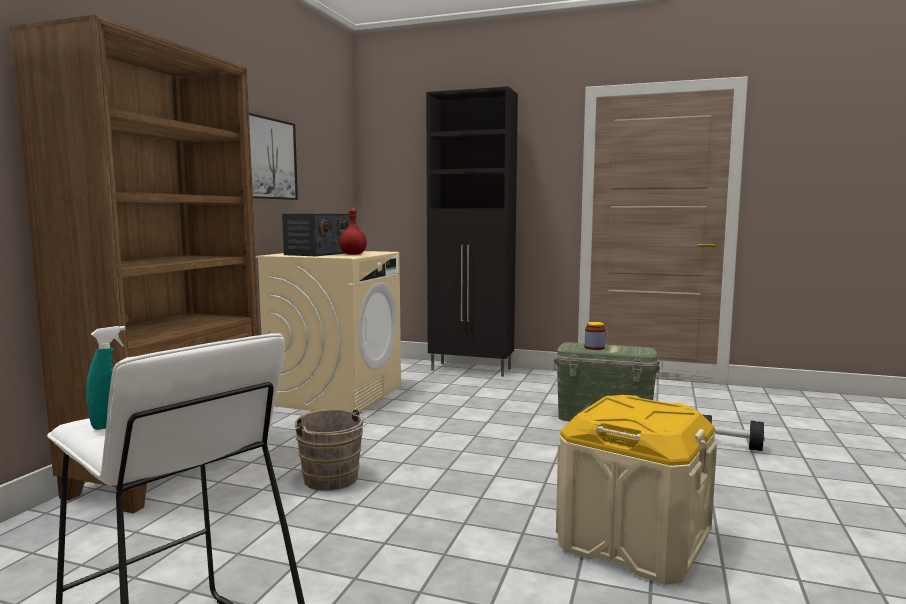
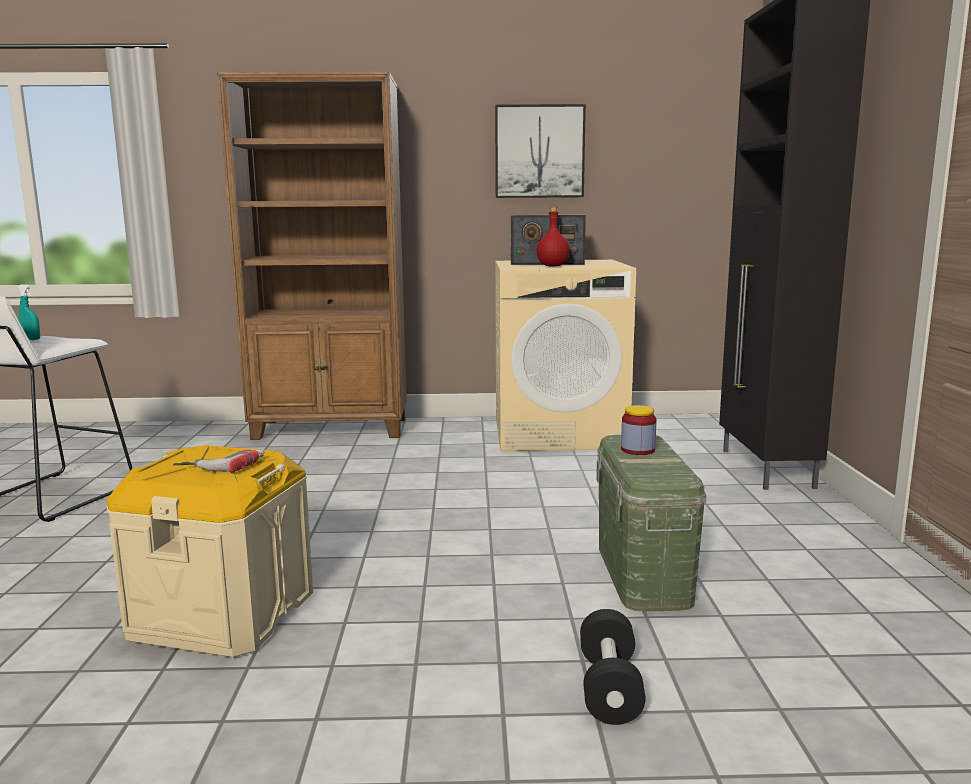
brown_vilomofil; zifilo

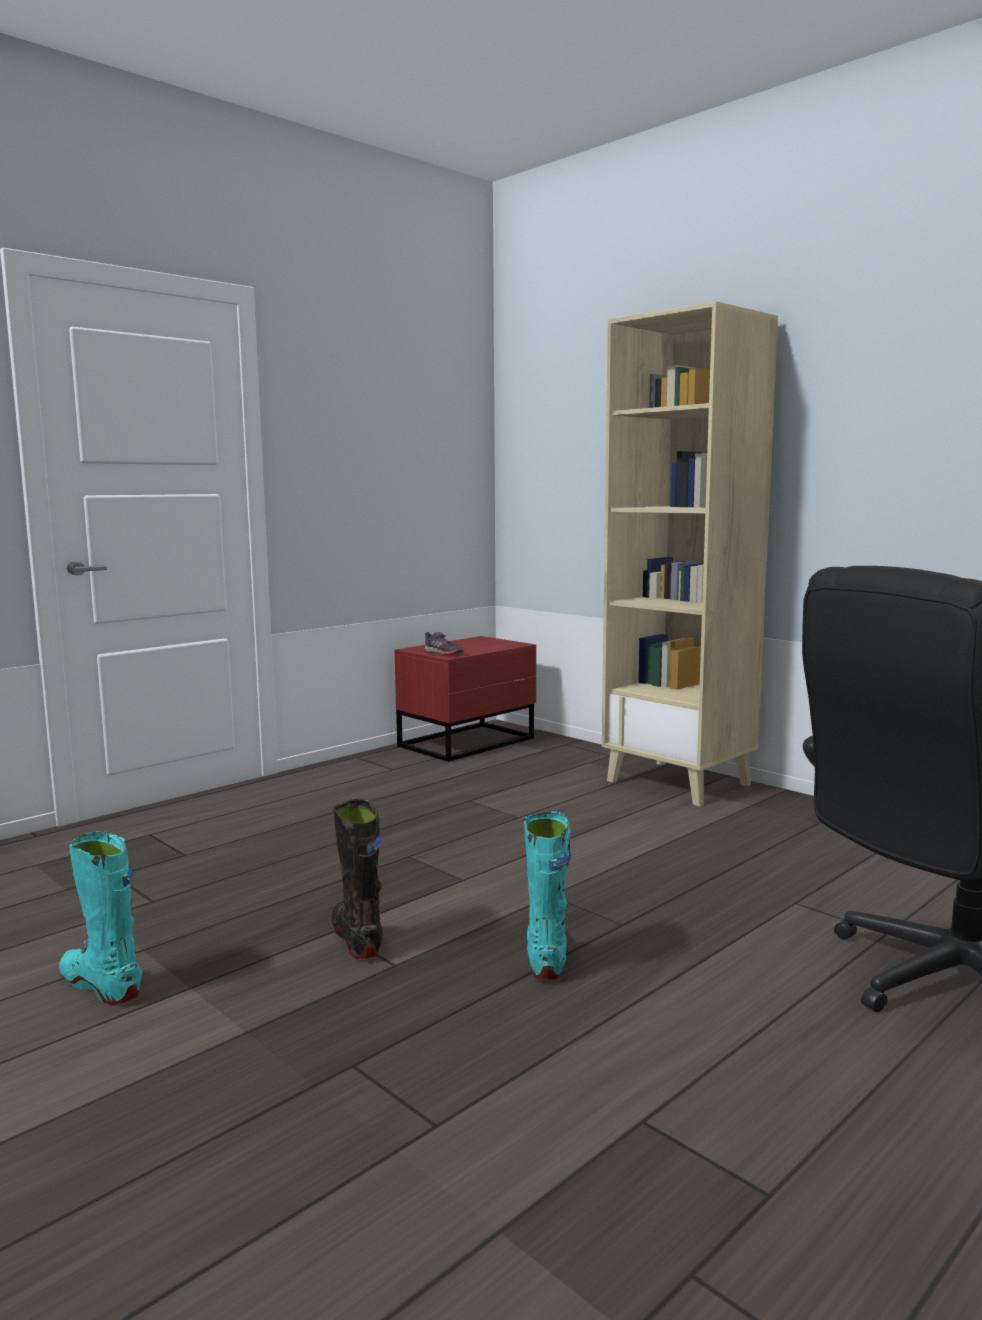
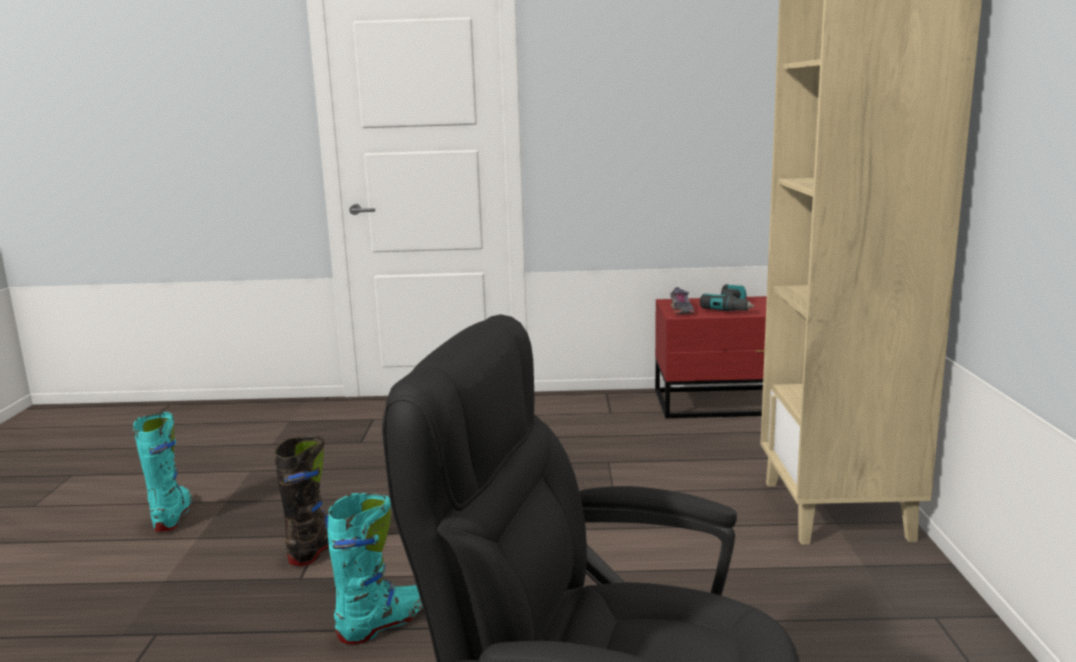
zifilo

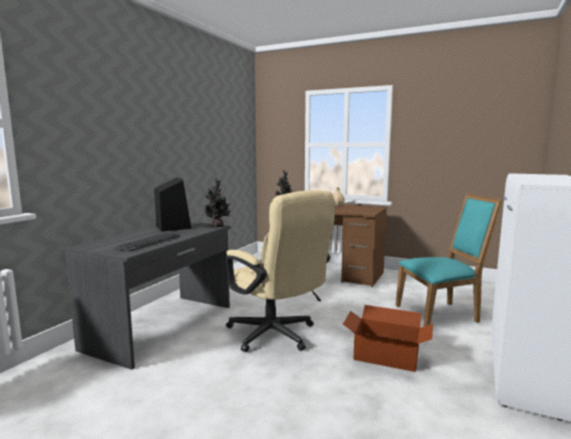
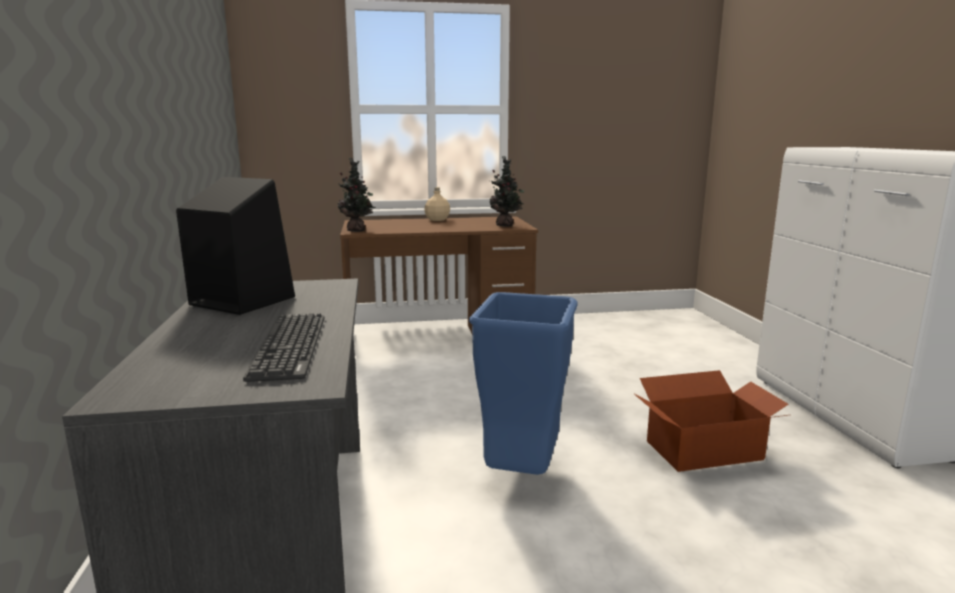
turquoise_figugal; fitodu (no. 2 from left); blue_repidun

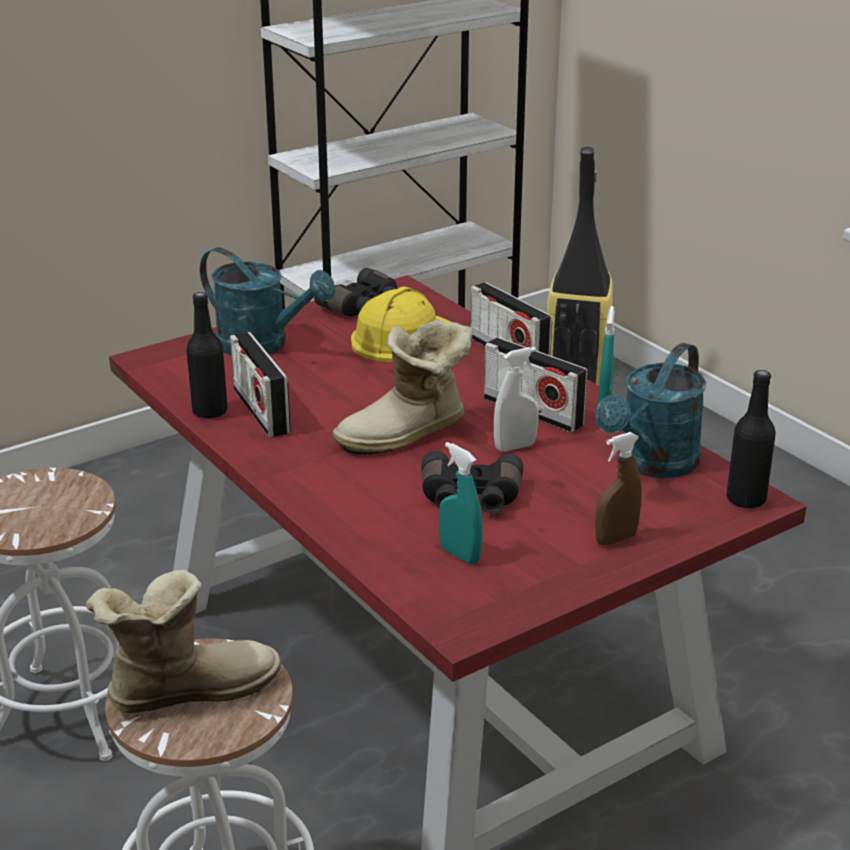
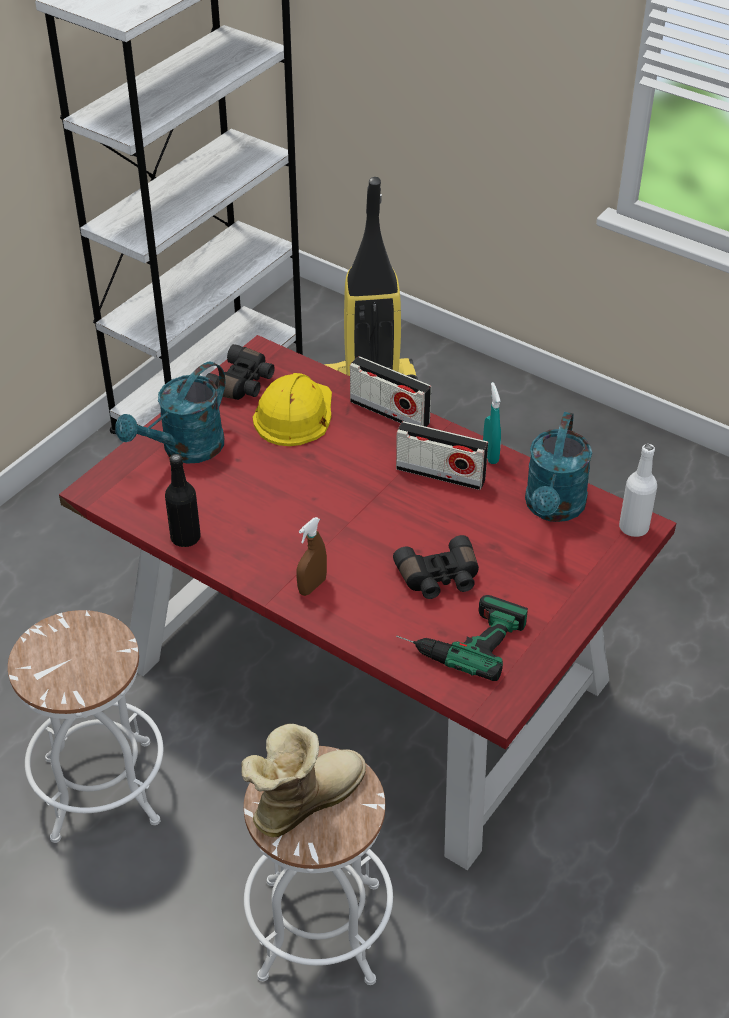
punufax (no. 1 from left in the first image); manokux (no. 2 from left in the first image); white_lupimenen; brown_lupimenen; zifilo; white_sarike; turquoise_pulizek (no. 1 from left)

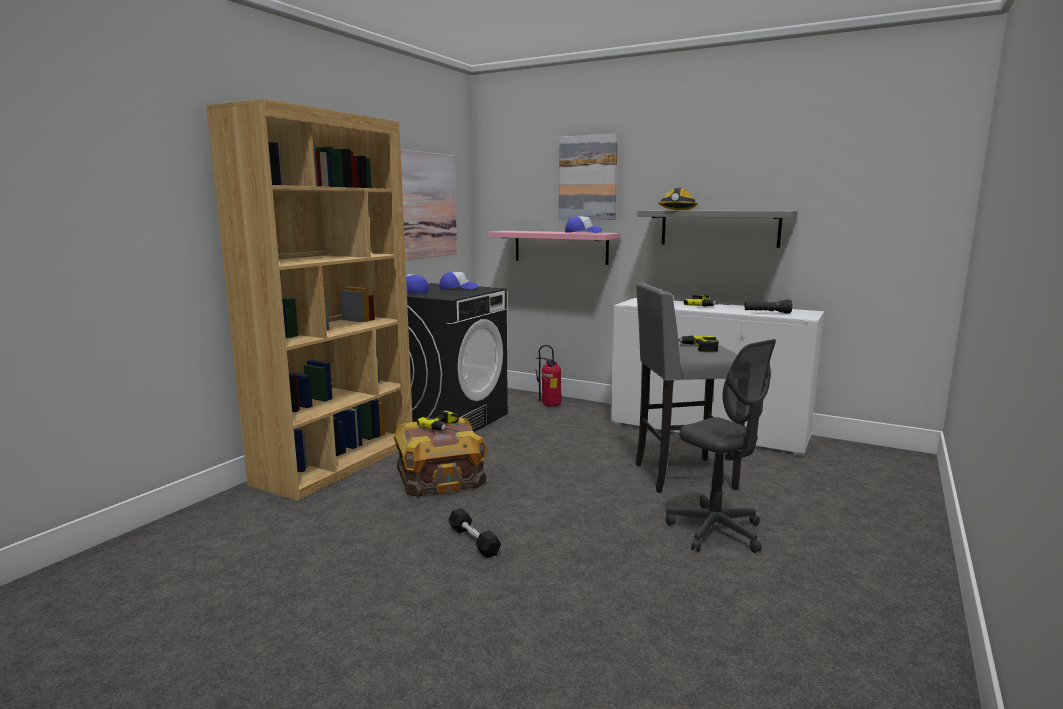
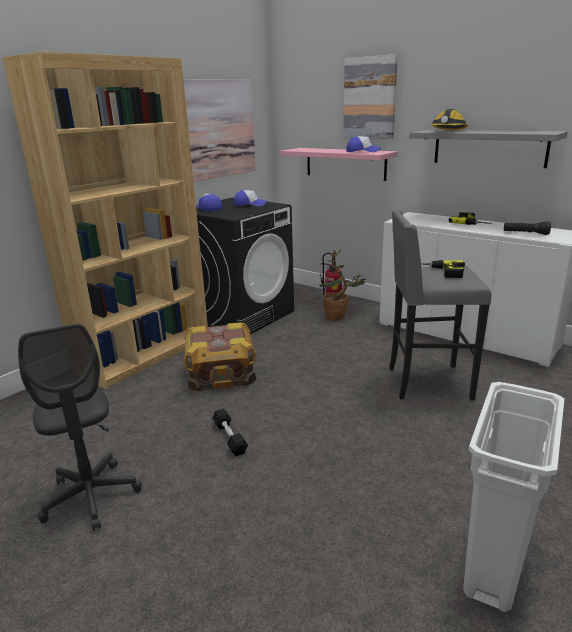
zifilo (no. 1 from left in the first image); fitodu; white_repidun; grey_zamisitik

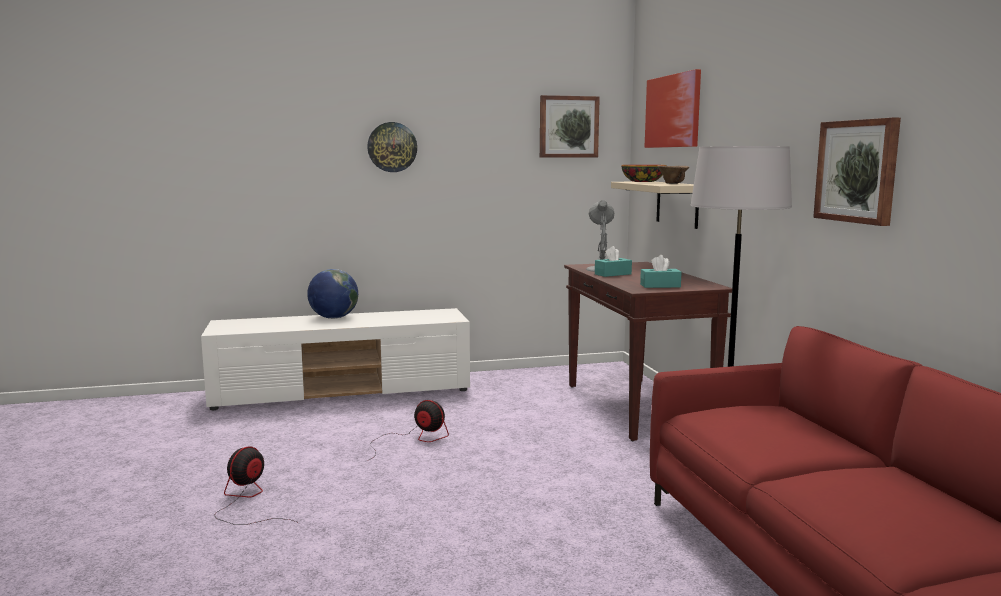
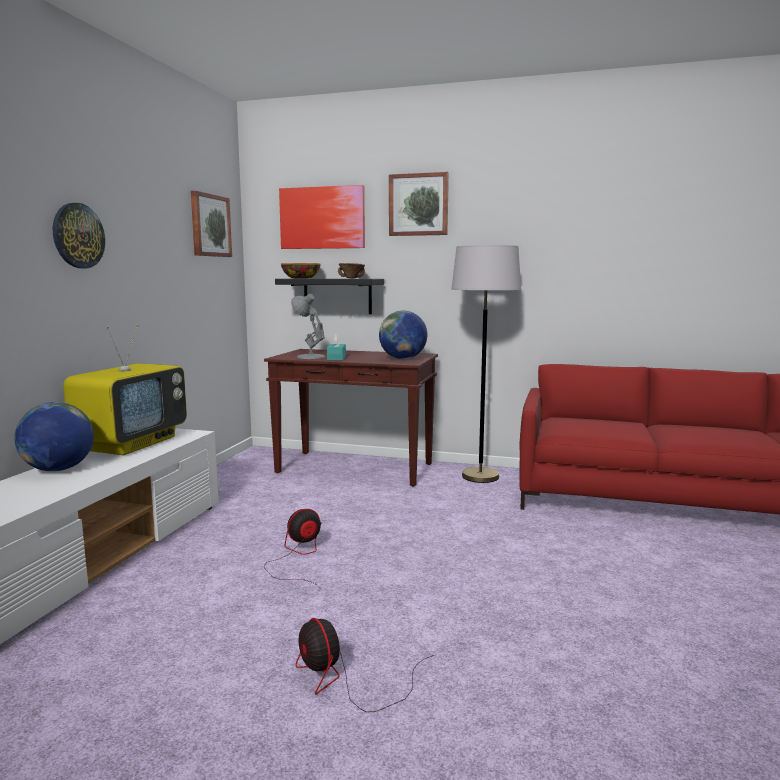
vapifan; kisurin (no. 3 from left); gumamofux (no. 2 from left); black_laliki

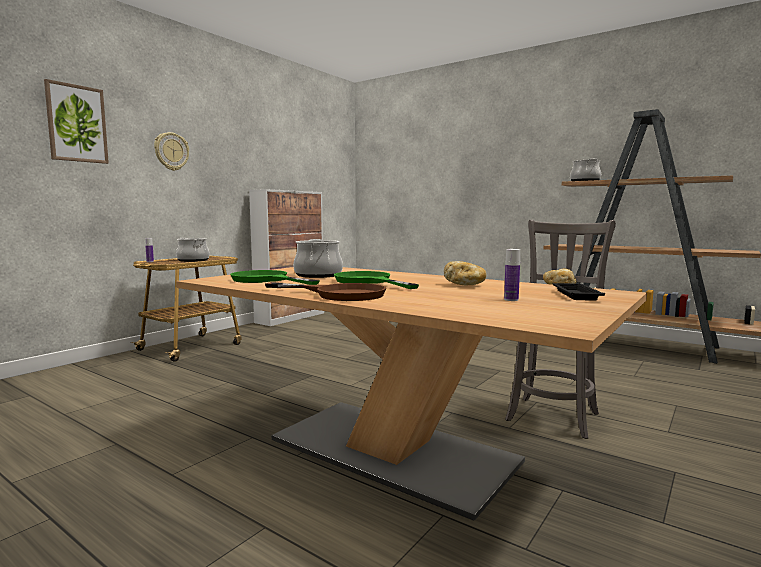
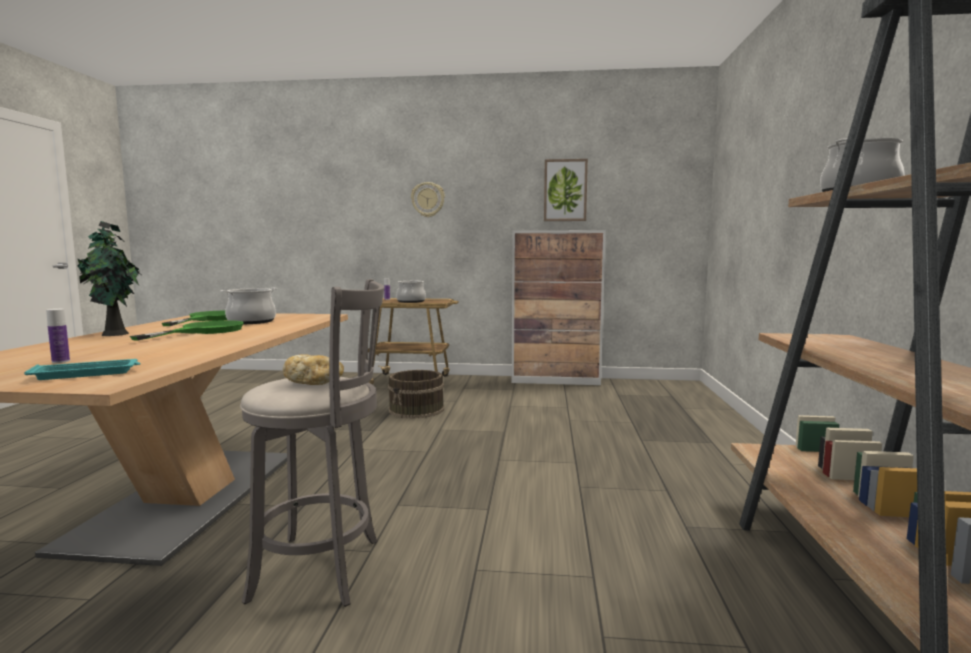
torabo (no. 1 from left in the first image); brown_vilomofil; kisurin; fitodu; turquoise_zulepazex

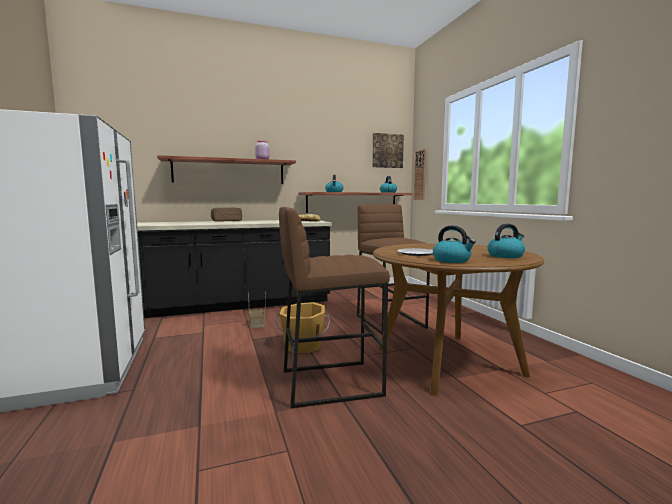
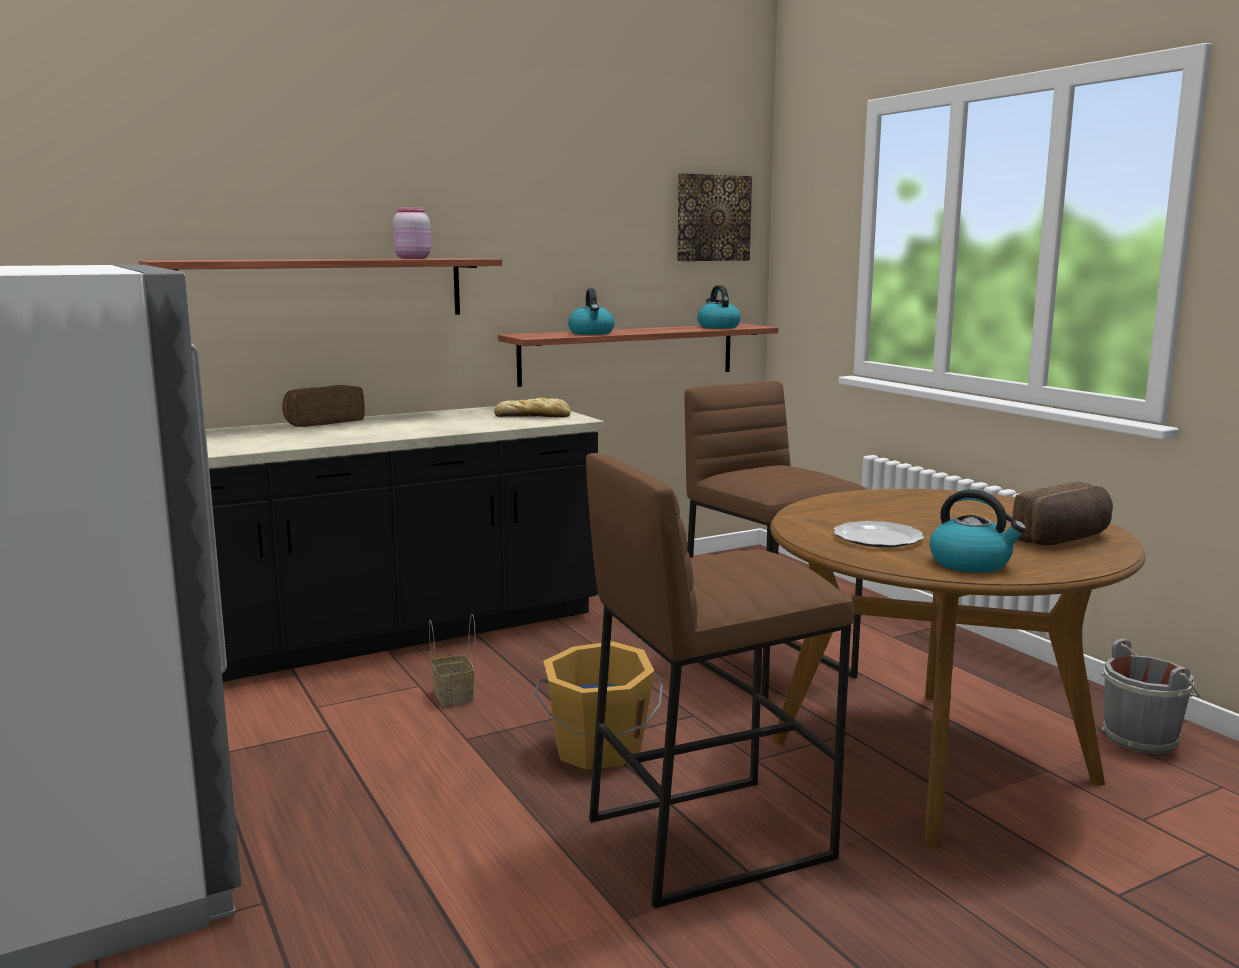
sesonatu; grey_vilomofil; torabo (no. 3 from left)

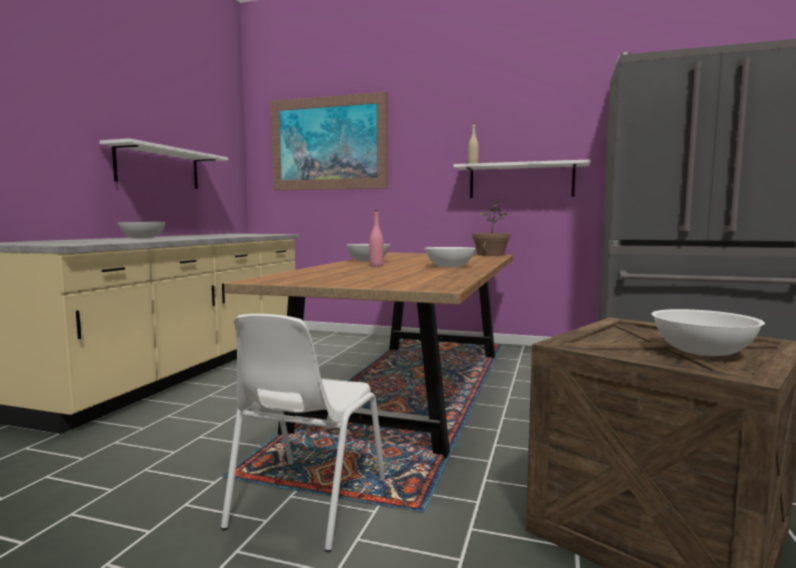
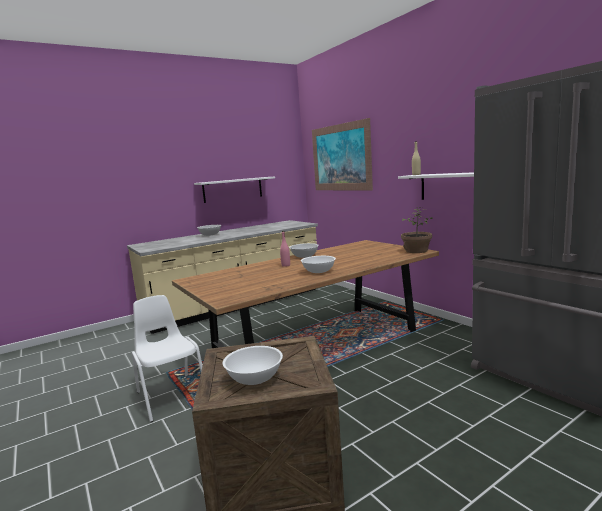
white_figugal

